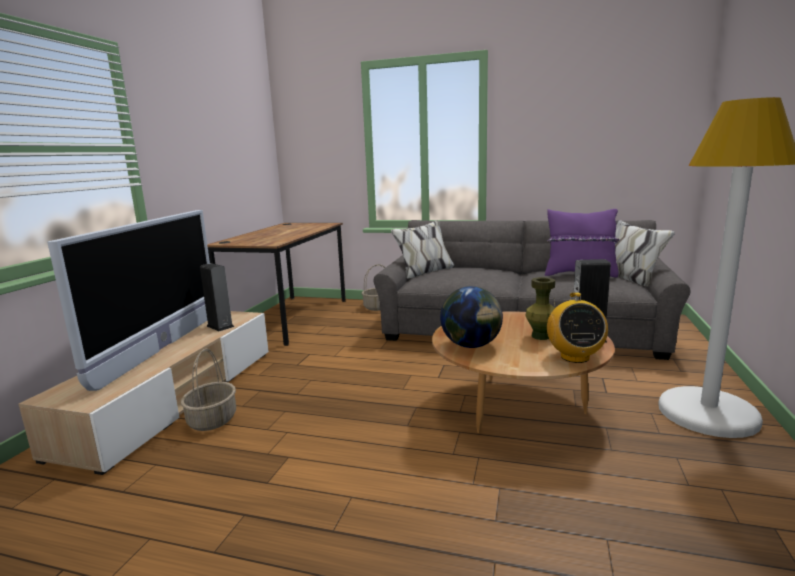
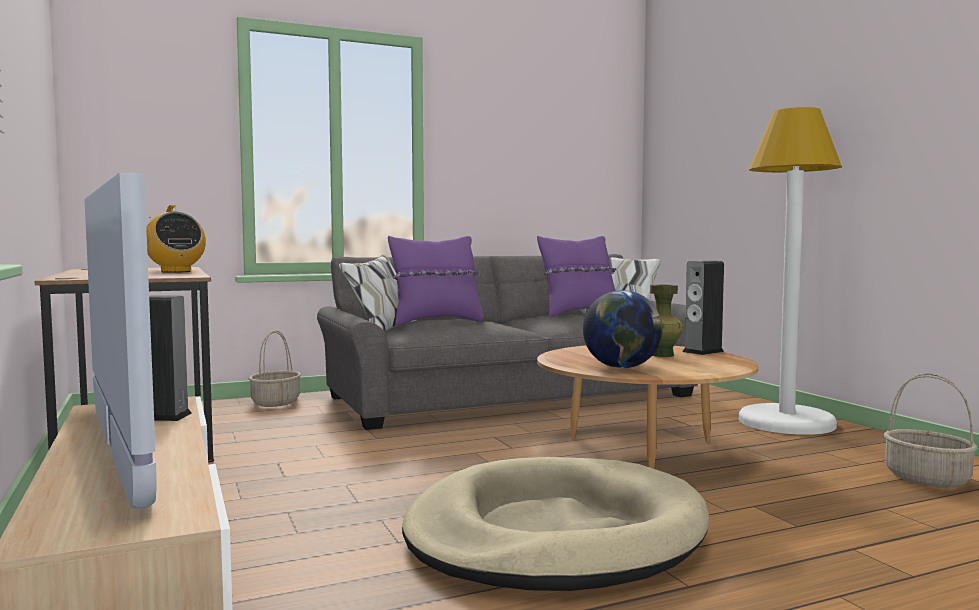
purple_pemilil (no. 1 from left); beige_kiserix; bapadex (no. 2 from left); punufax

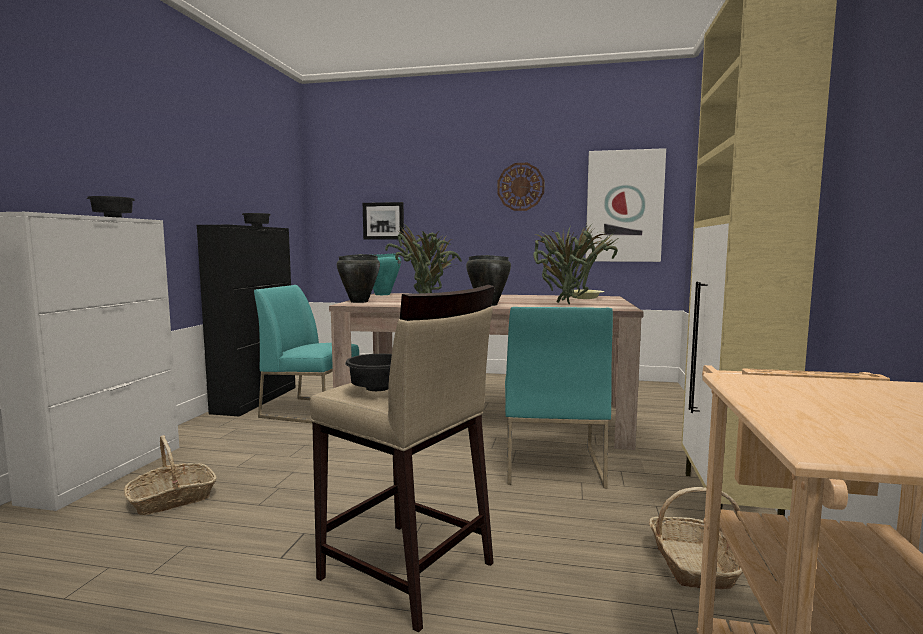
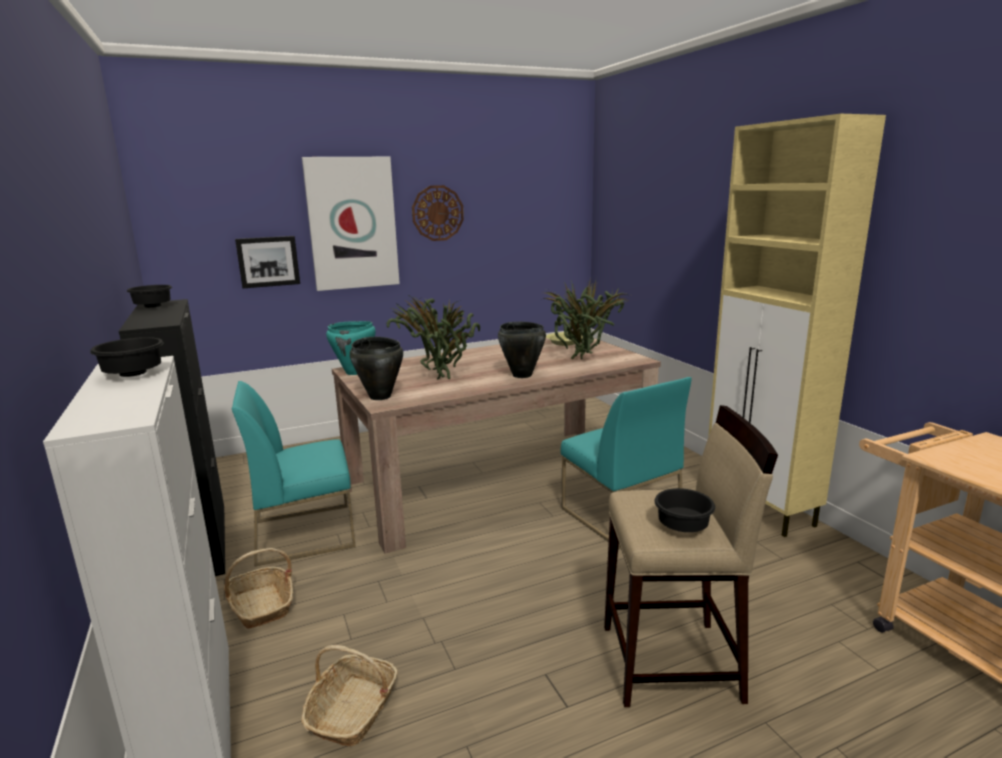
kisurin (no. 2 from left); bapadex (no. 1 from left)

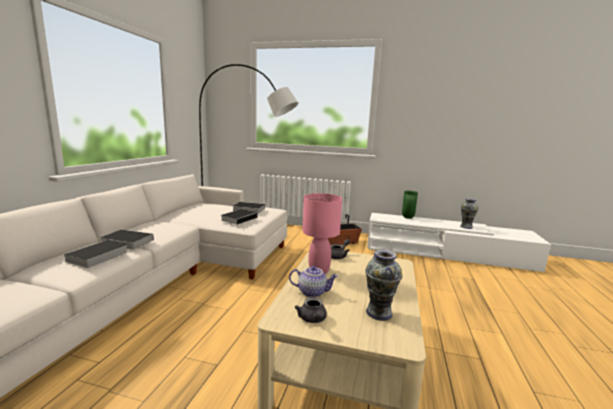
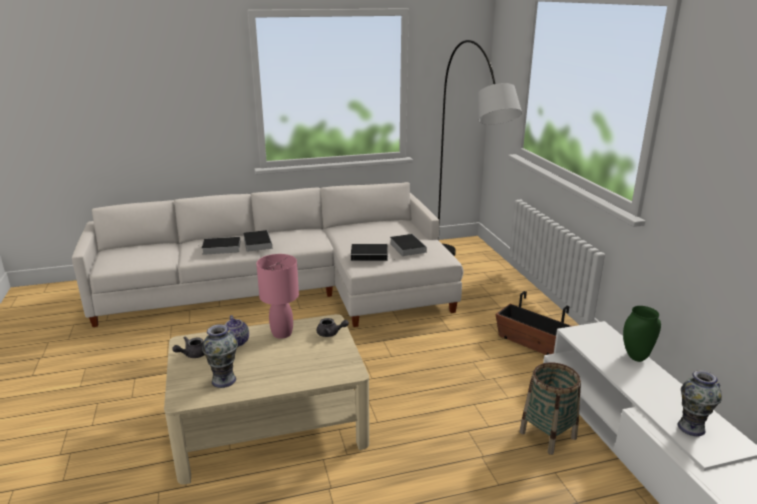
bapadex

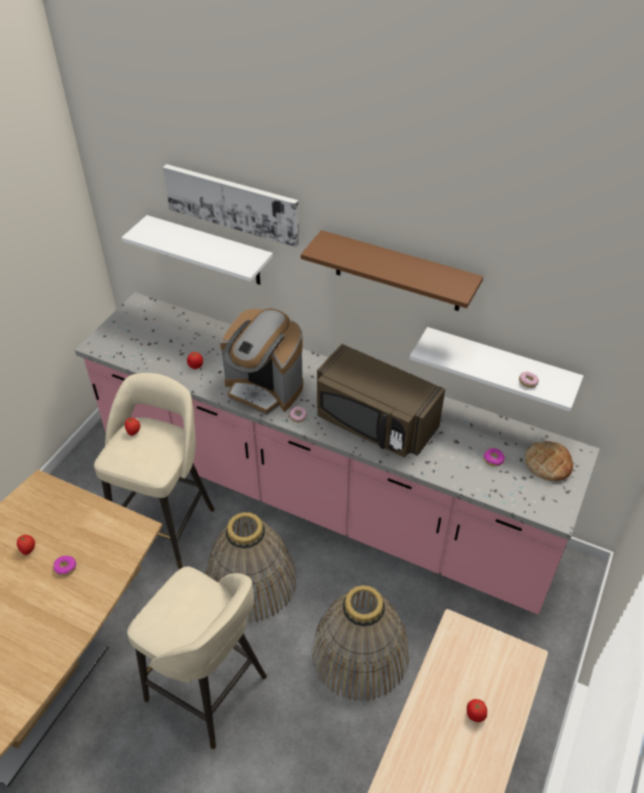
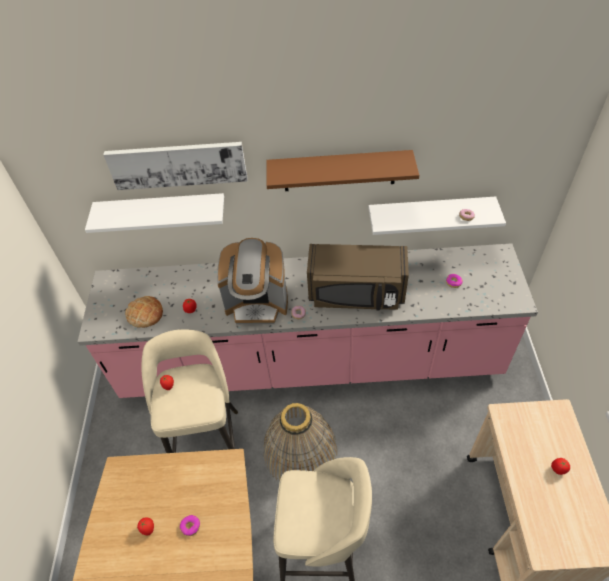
bapadex (no. 2 from left in the first image); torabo

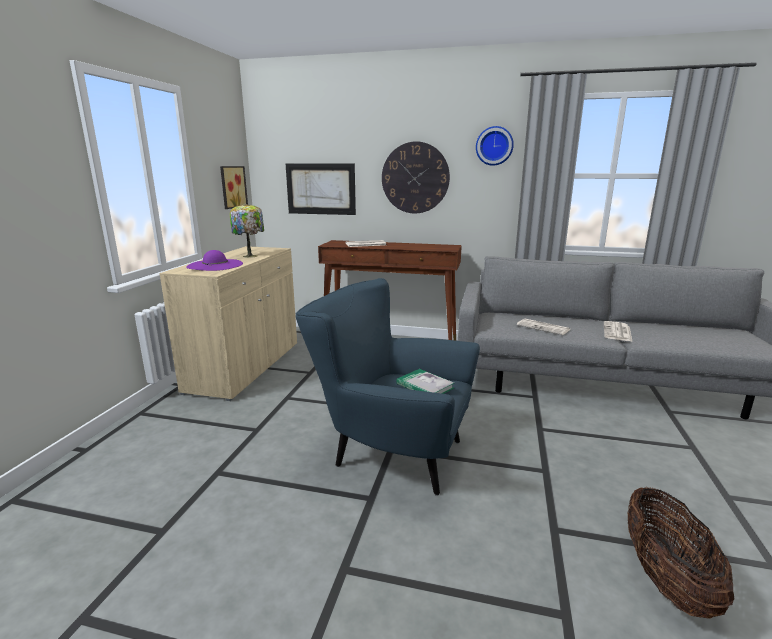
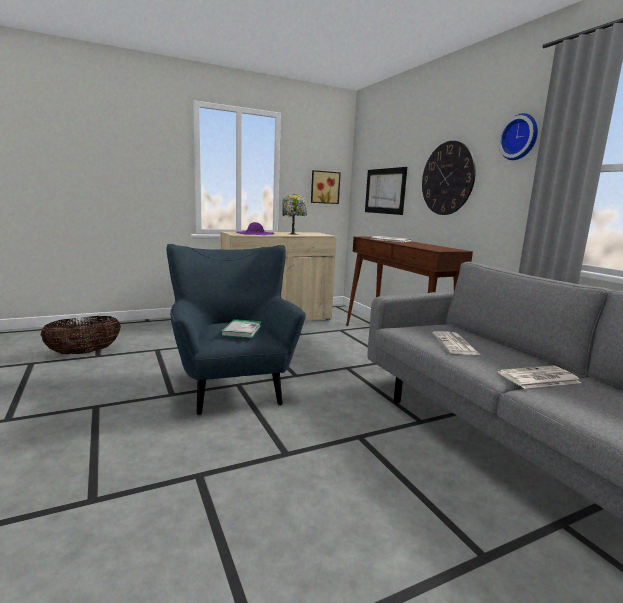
bapadex

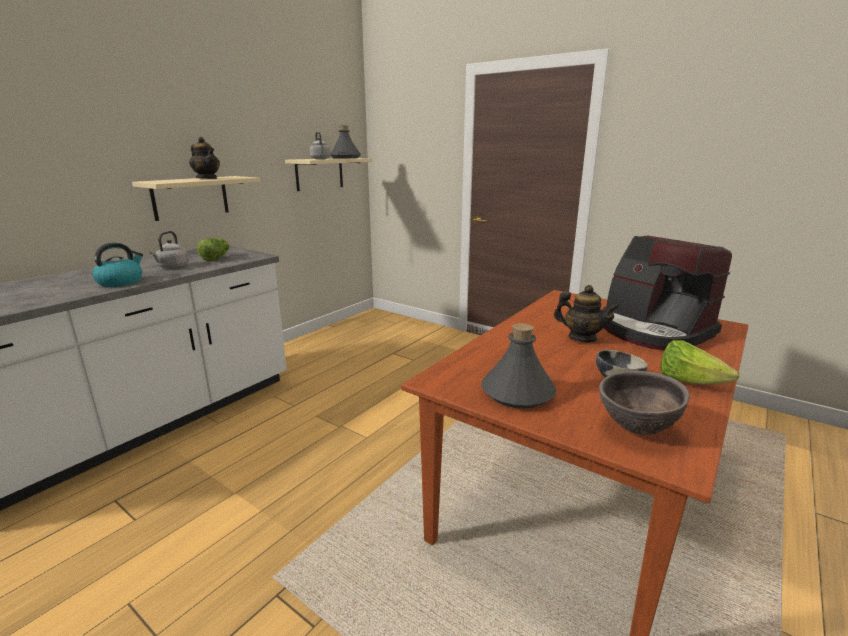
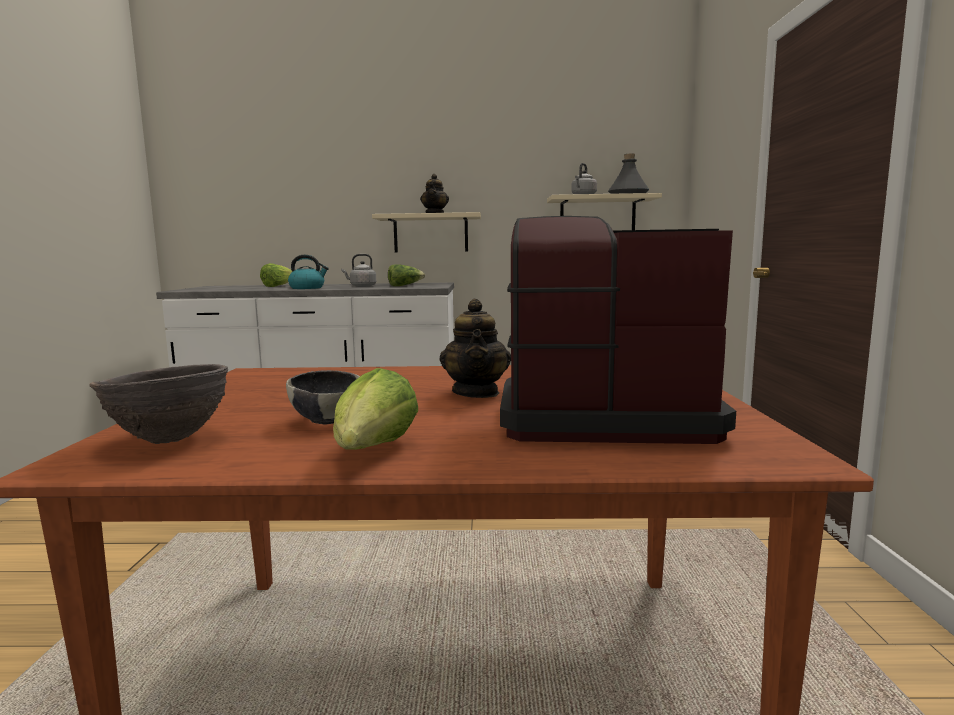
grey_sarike (no. 2 from left in the first image); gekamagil (no. 1 from left); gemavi

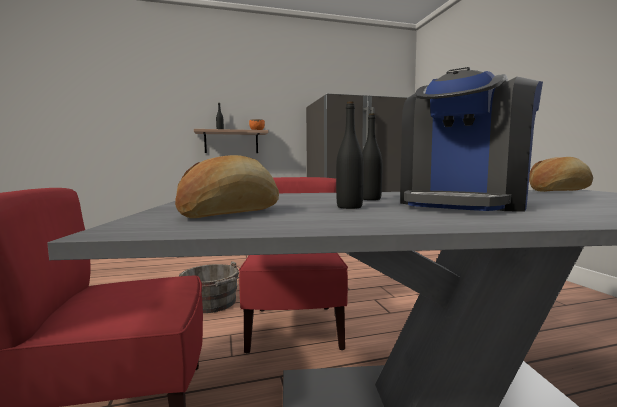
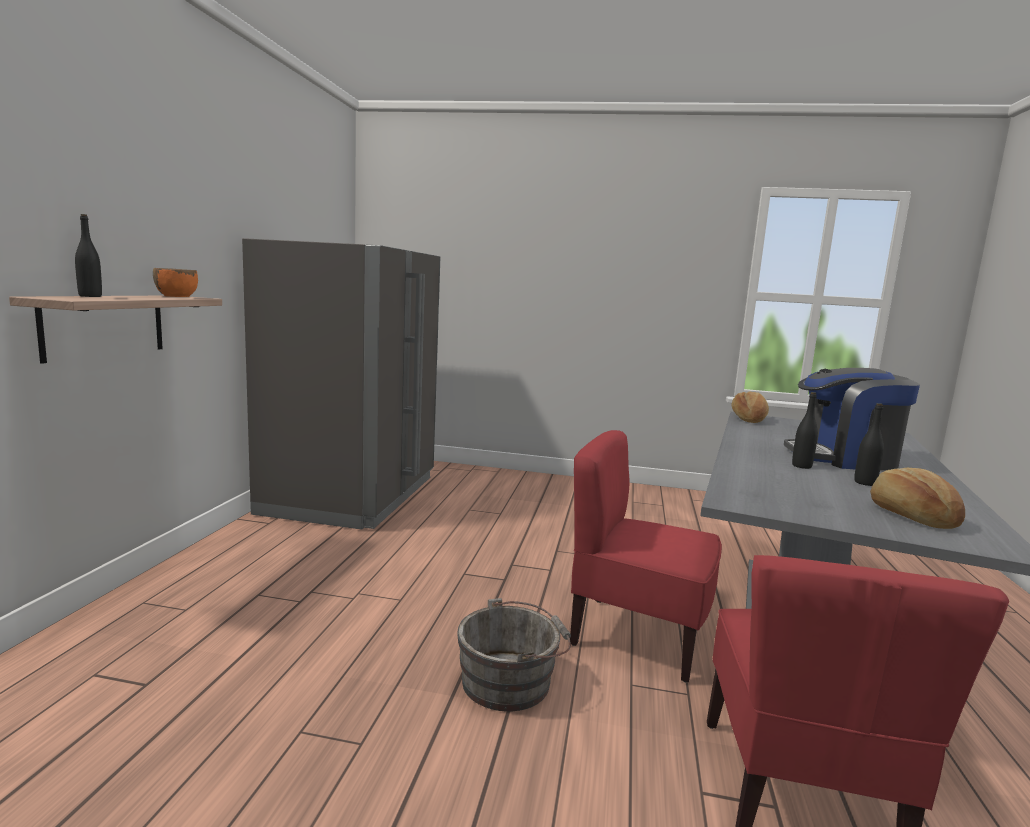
gemavi

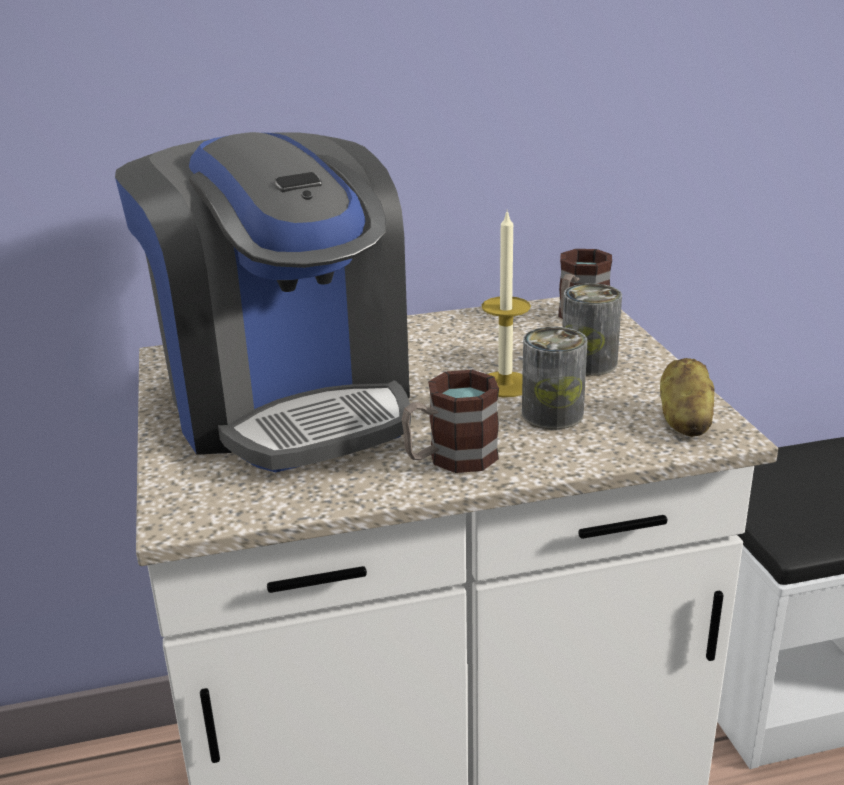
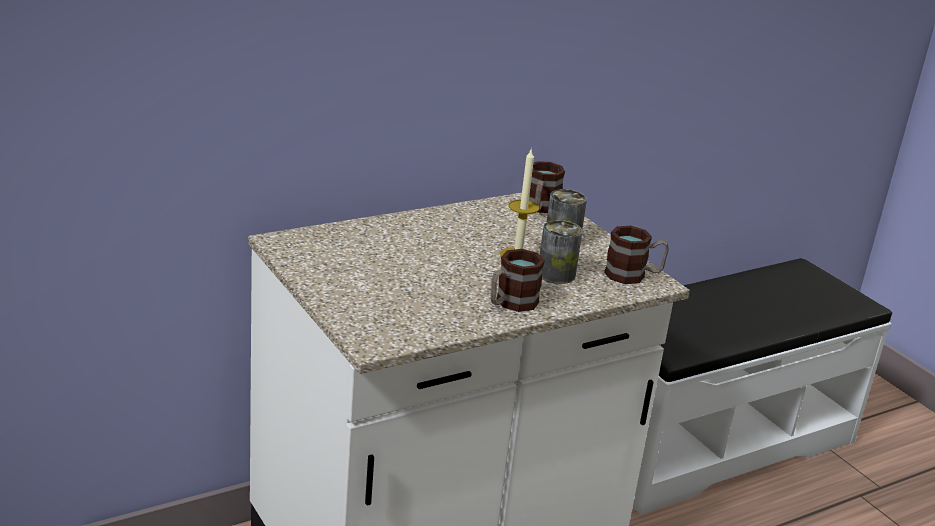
gemavi; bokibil (no. 3 from left)

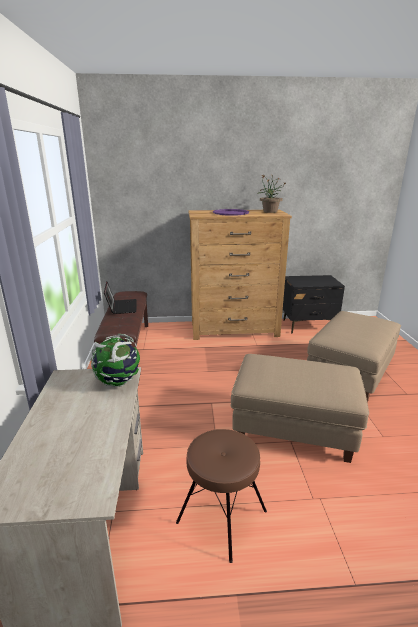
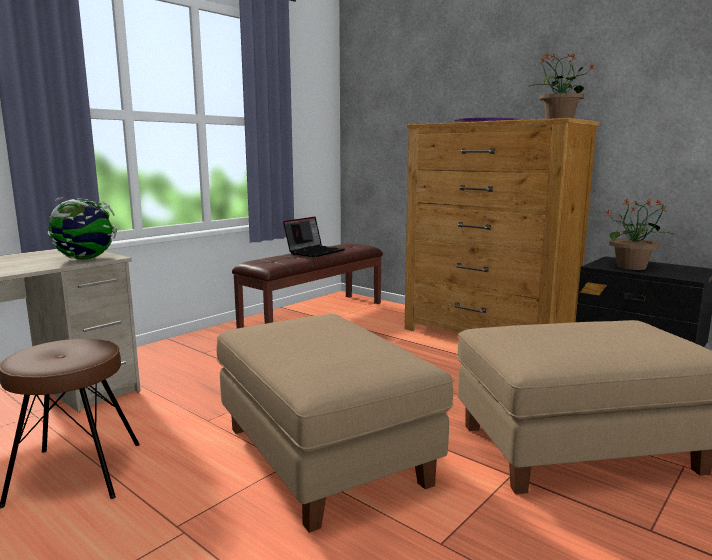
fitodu (no. 2 from left)

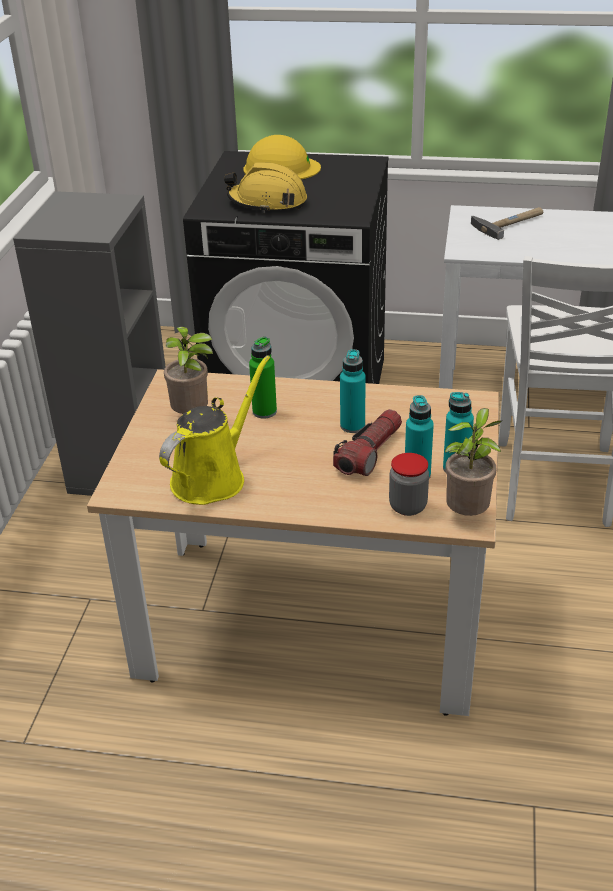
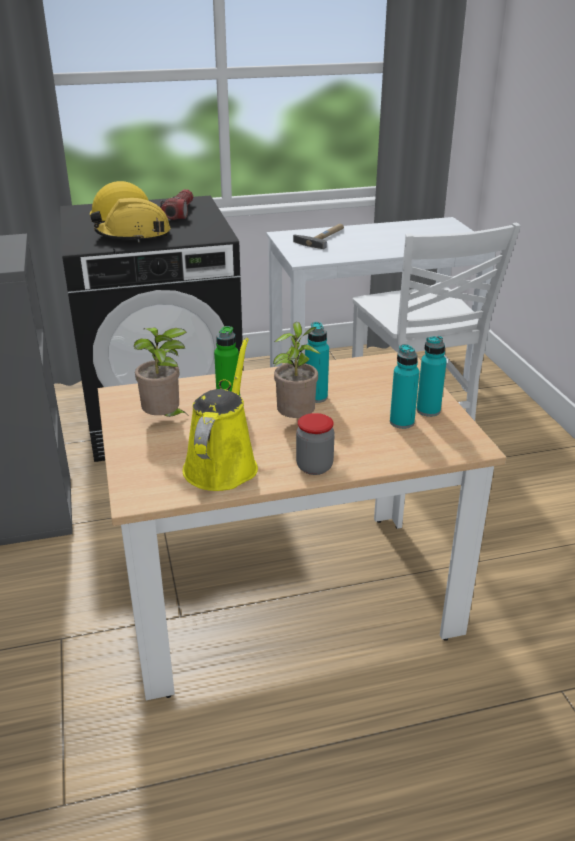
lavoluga; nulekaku; fitodu (no. 2 from left)

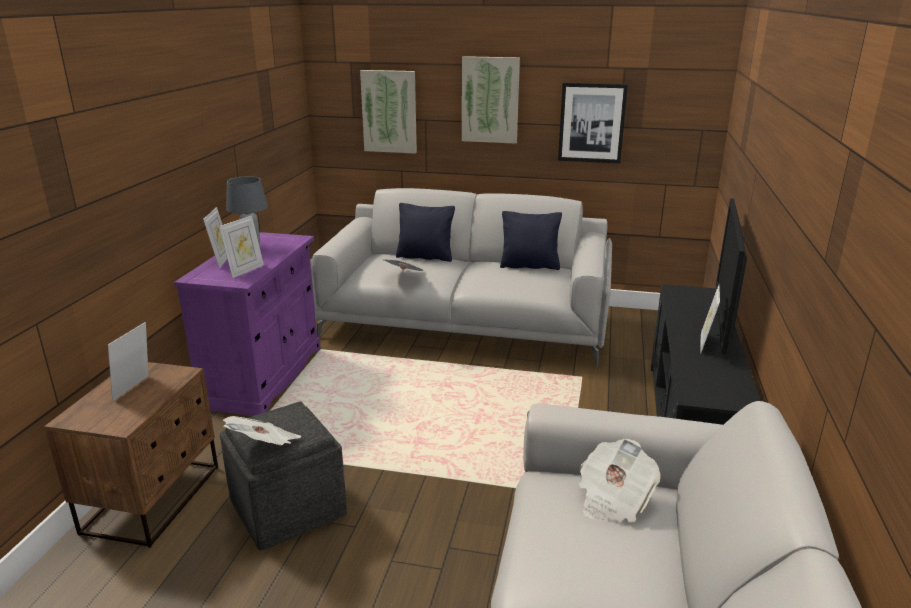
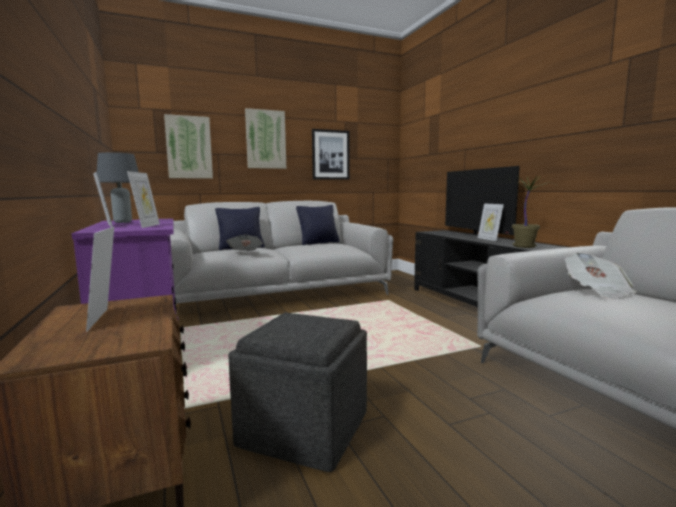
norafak (no. 1 from left in the first image); fitodu

